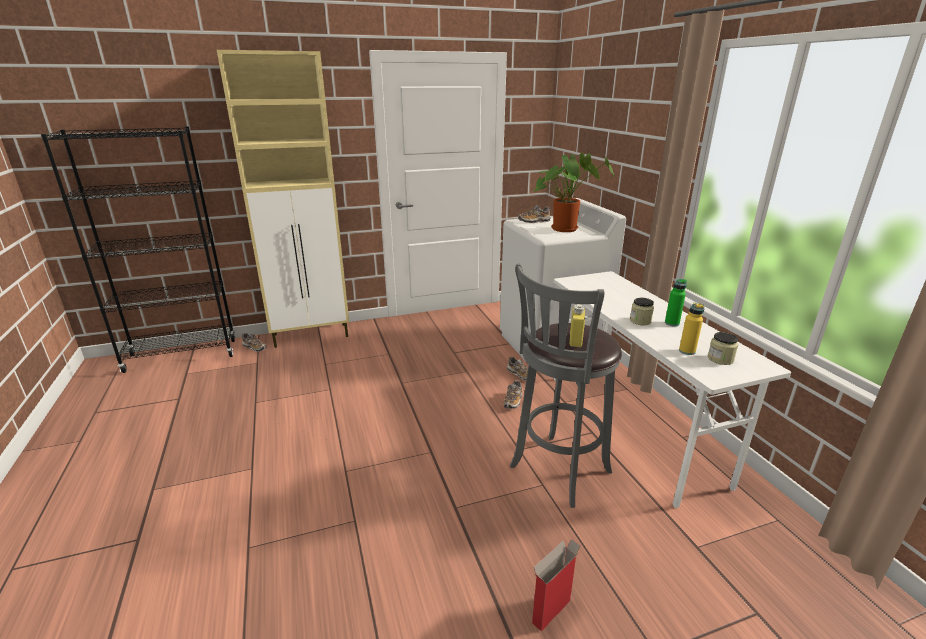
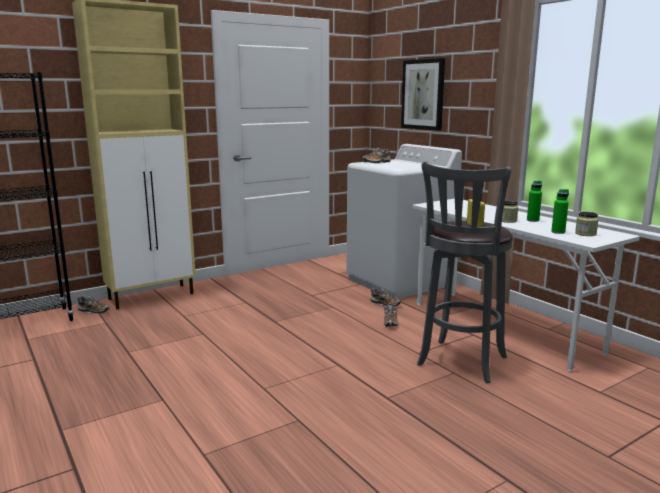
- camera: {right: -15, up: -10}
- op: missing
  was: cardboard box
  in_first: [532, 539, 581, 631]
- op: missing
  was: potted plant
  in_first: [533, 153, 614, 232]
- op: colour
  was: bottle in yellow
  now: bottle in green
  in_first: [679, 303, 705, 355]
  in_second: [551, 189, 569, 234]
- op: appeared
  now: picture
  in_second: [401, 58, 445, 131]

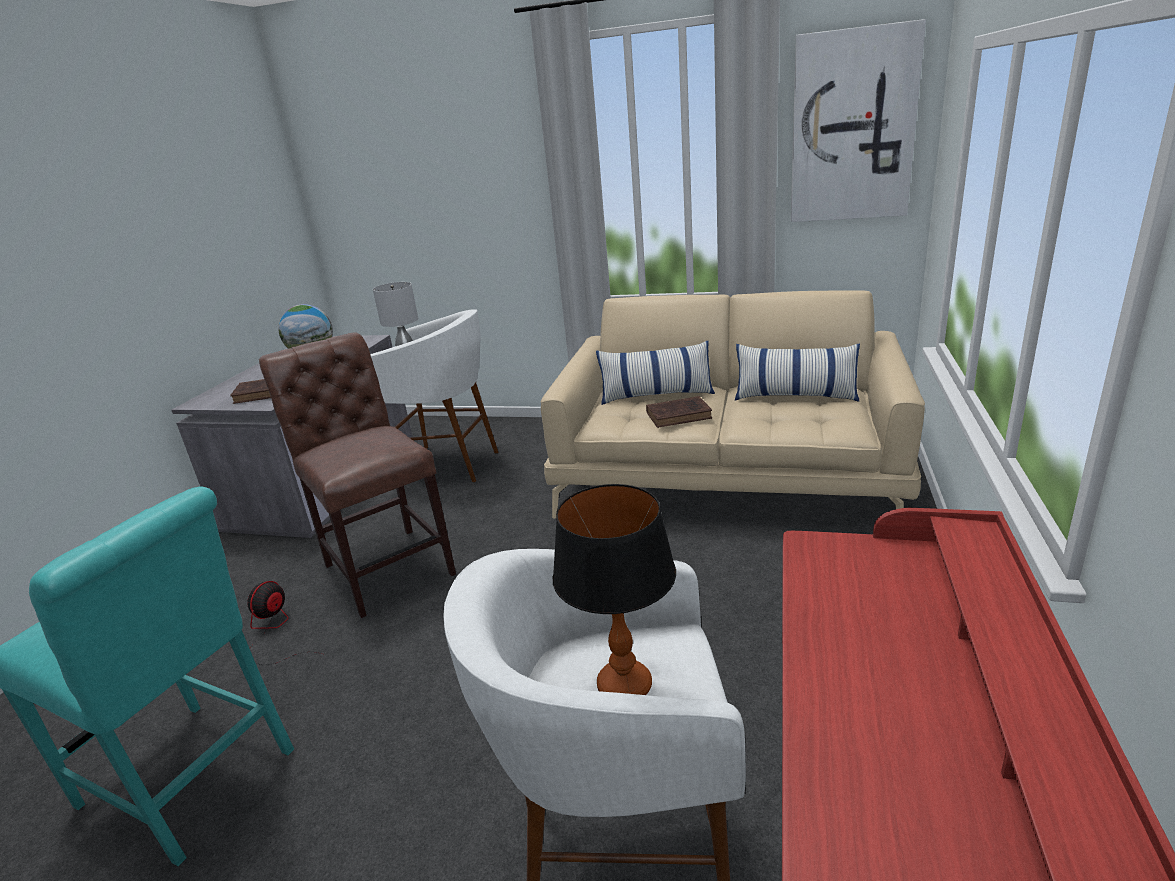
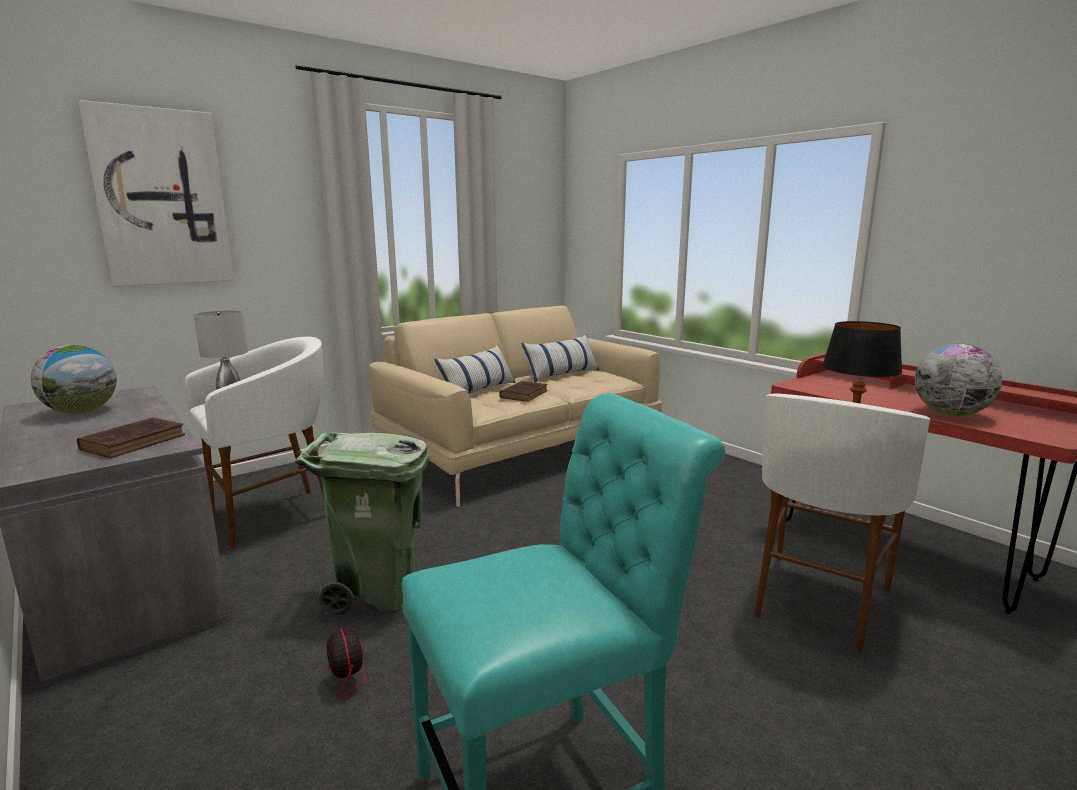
- camera: {right: -55, up: -10}
- op: exchanged
  was: chair in brown
  now: trash can in green
  in_first: [259, 332, 456, 618]
  in_second: [295, 432, 430, 615]
- op: relocated
  was: picture
  in_first: [791, 19, 926, 222]
  in_second: [78, 100, 234, 287]
- op: appeared
  now: globe
  in_second: [915, 344, 1002, 416]

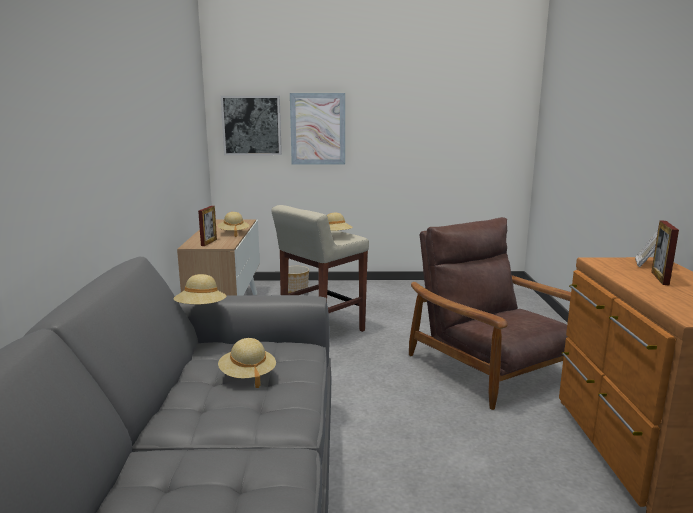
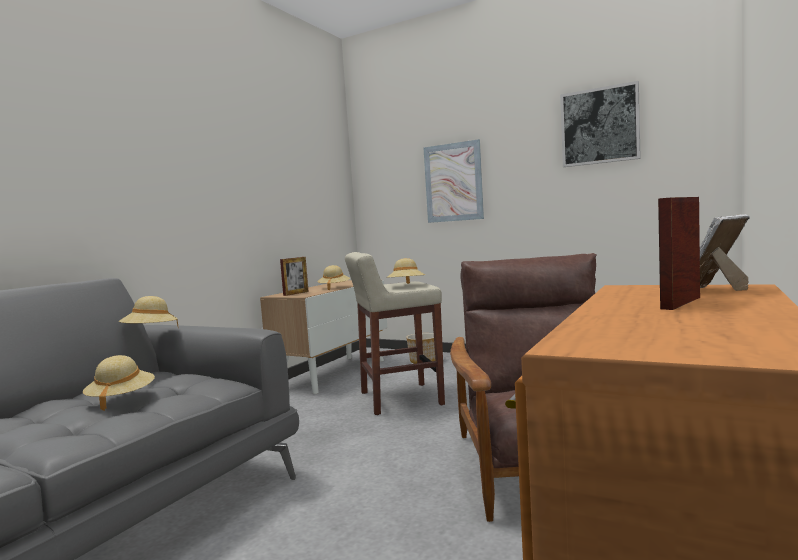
- camera: {right: 30, up: -10}
- op: relocated
  was: picture
  in_first: [221, 96, 282, 155]
  in_second: [560, 81, 641, 167]

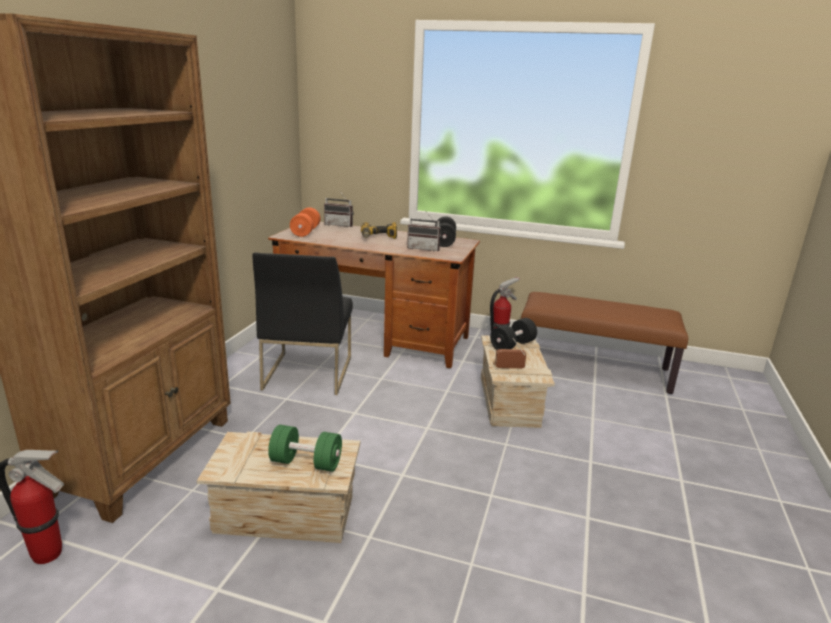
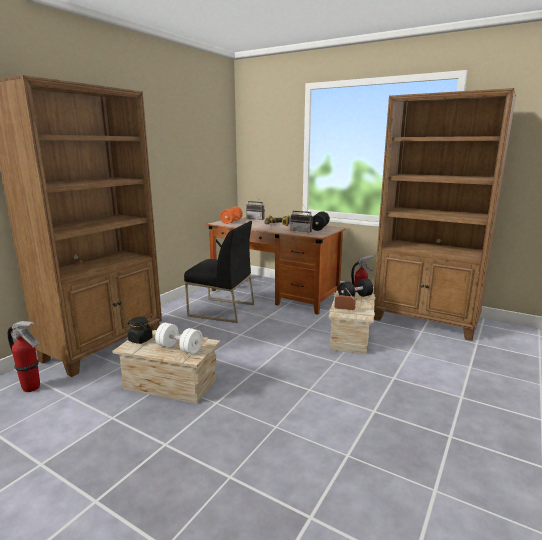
- camera: {right: 15, up: -5}
- op: spun
  was: chair in black
  in_first: [253, 253, 353, 395]
  in_second: [184, 221, 255, 323]
  clockwise: -90
- op: colour
  was: dumbbell in green
  now: dumbbell in white
  in_first: [268, 425, 342, 472]
  in_second: [155, 323, 203, 354]
- op: exchanged
  was: bench in brown
  now: bookcase in brown
  in_first: [521, 292, 688, 394]
  in_second: [374, 88, 516, 341]
- op: appeared
  now: jar in black
  in_second: [128, 317, 153, 344]

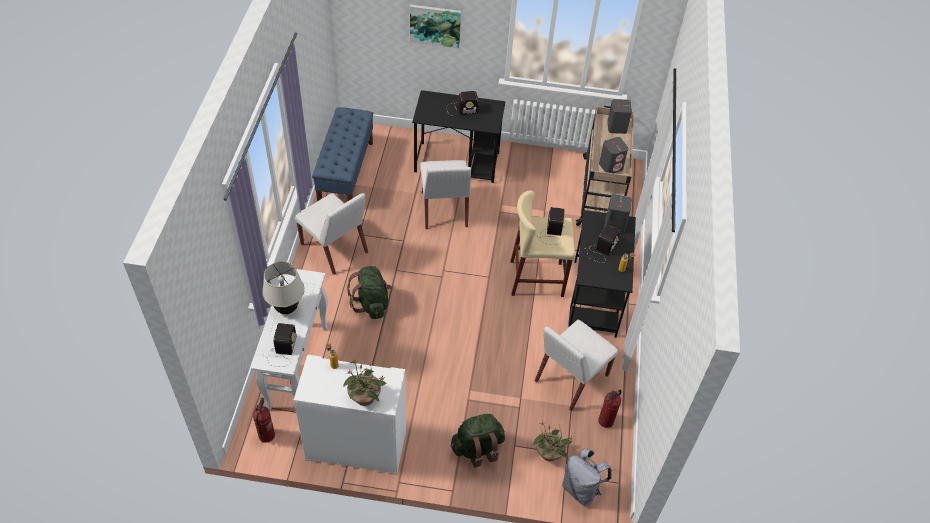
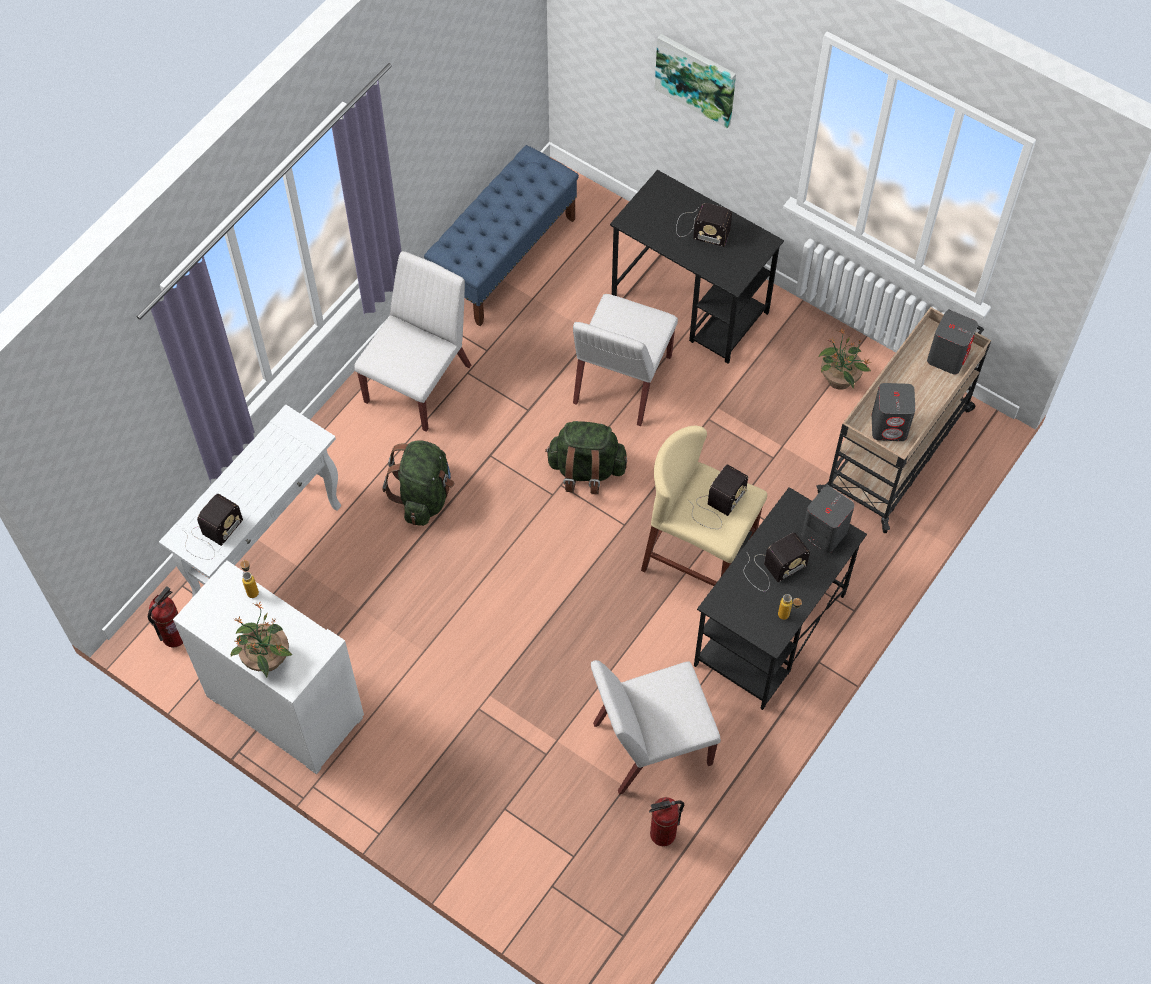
- camera: {right: 30, up: 10}
- op: missing
  was: table lamp in beige
  in_first: [262, 261, 305, 314]
- op: spun
  was: chair in white
  in_first: [295, 193, 368, 275]
  in_second: [354, 251, 471, 432]
  clockwise: -135
- op: relocated
  was: backpack in green
  in_first: [451, 414, 505, 468]
  in_second: [545, 421, 627, 494]
- op: relocated
  was: potted plant
  in_first: [533, 421, 574, 461]
  in_second: [819, 328, 871, 390]
- op: missing
  was: backpack in grey
  in_first: [562, 448, 612, 506]

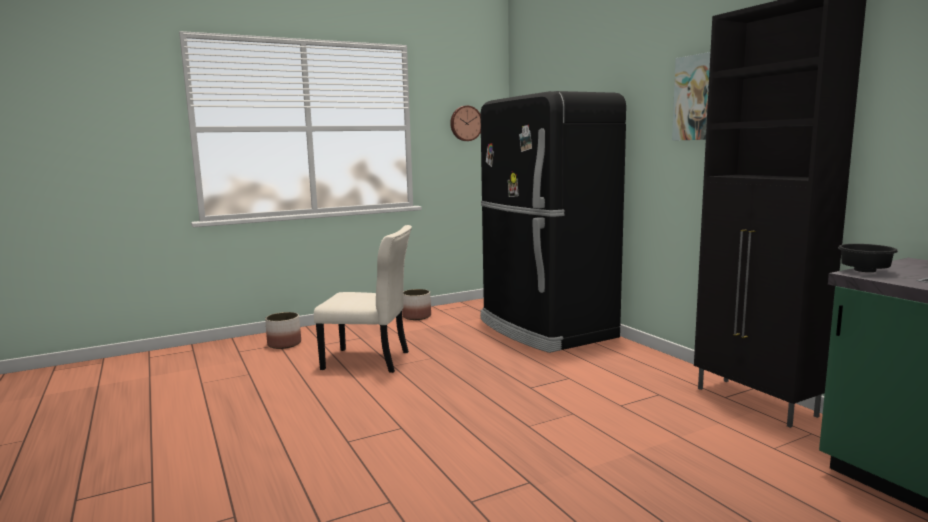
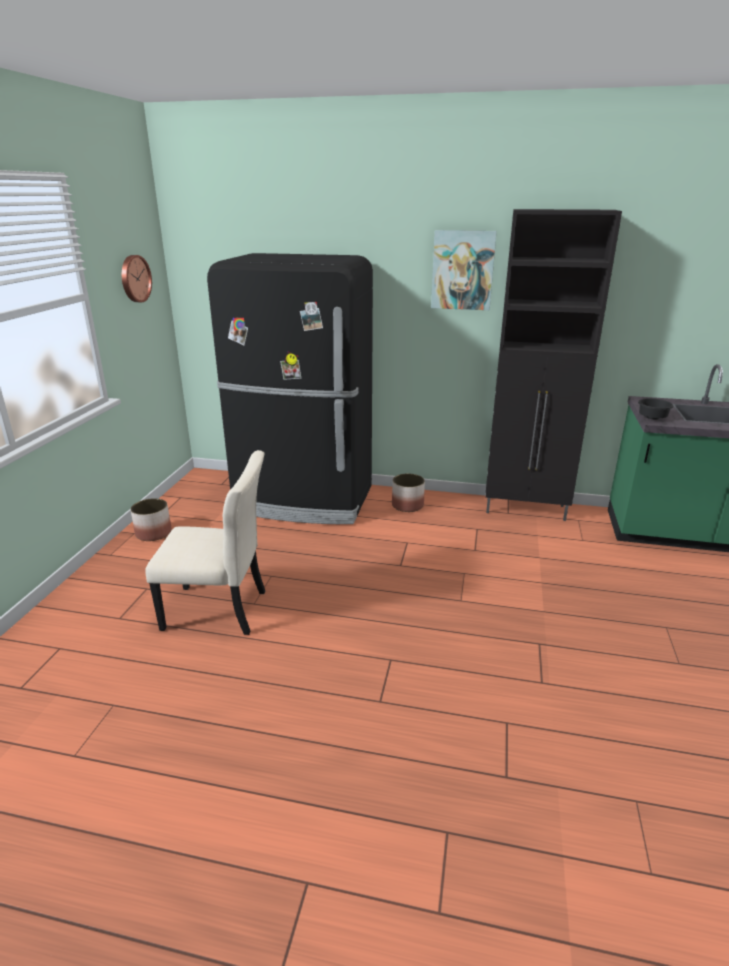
- camera: {right: -50, up: 15}
- op: relocated
  was: planter
  in_first: [265, 312, 301, 349]
  in_second: [392, 474, 425, 512]
- op: spun
  was: chair in beige
  in_first: [314, 225, 412, 373]
  in_second: [145, 450, 265, 635]
  clockwise: 45

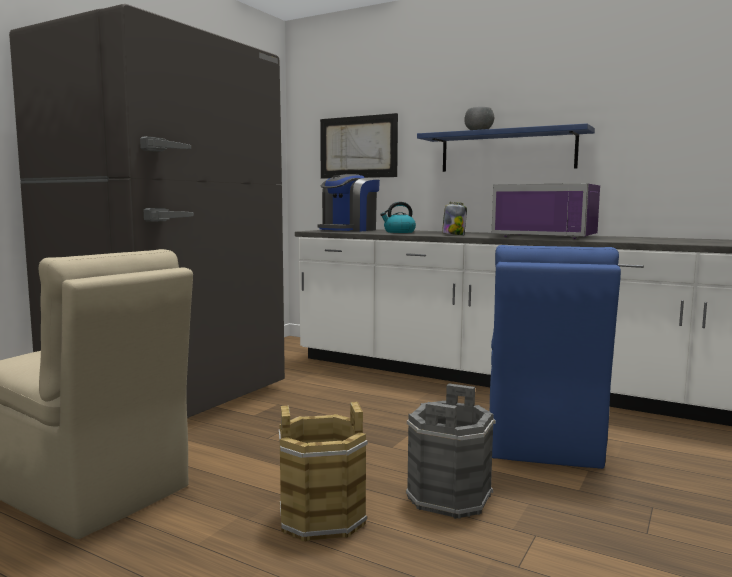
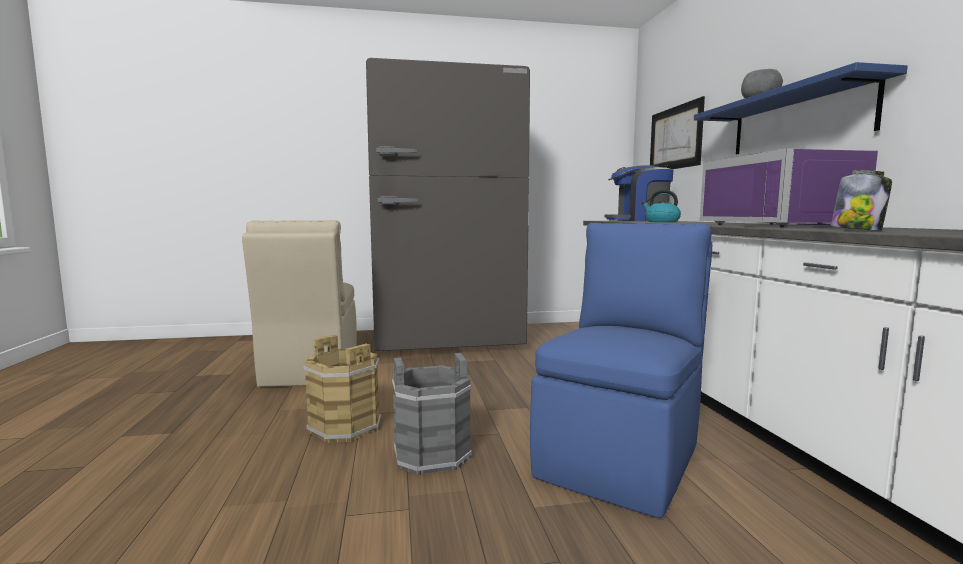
- camera: {right: 50, up: 0}
- op: relocated
  was: jar
  in_first: [442, 202, 467, 235]
  in_second: [831, 170, 892, 231]
- op: spun
  was: chair in blue
  in_first: [490, 245, 621, 469]
  in_second: [530, 223, 712, 518]
  clockwise: 150

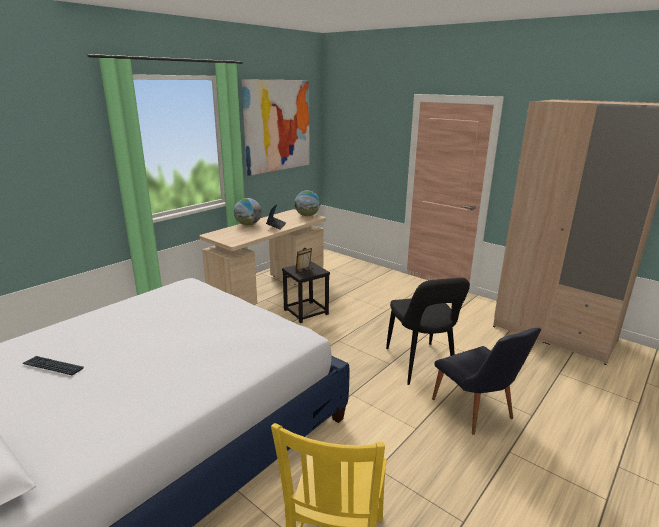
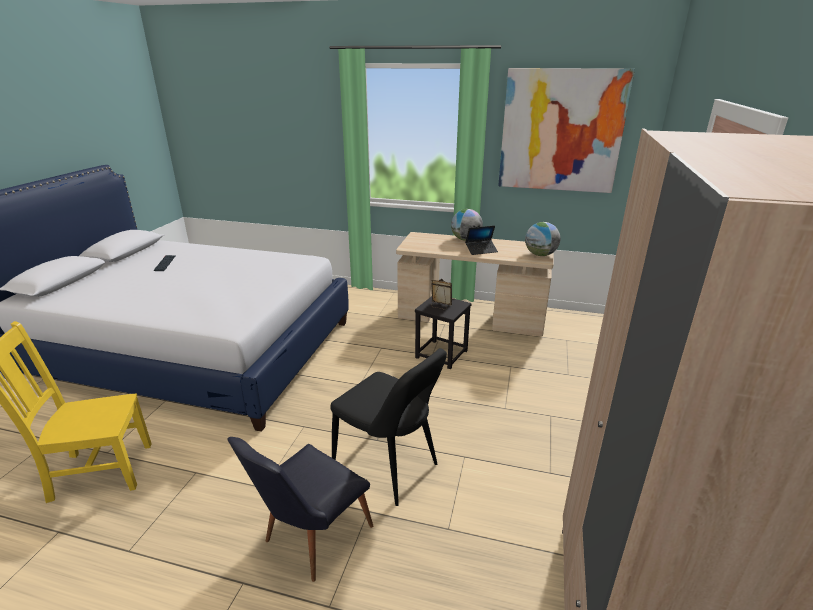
- camera: {right: 65, up: 5}
- op: spun
  was: chair in black
  in_first: [386, 278, 470, 385]
  in_second: [330, 348, 447, 506]
  clockwise: -105

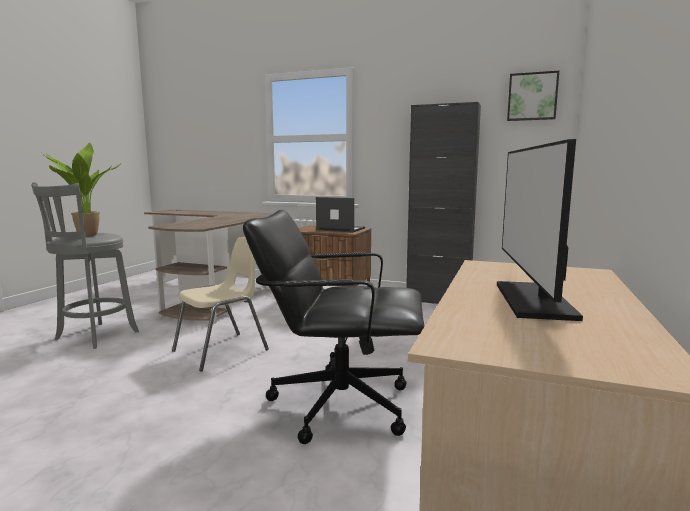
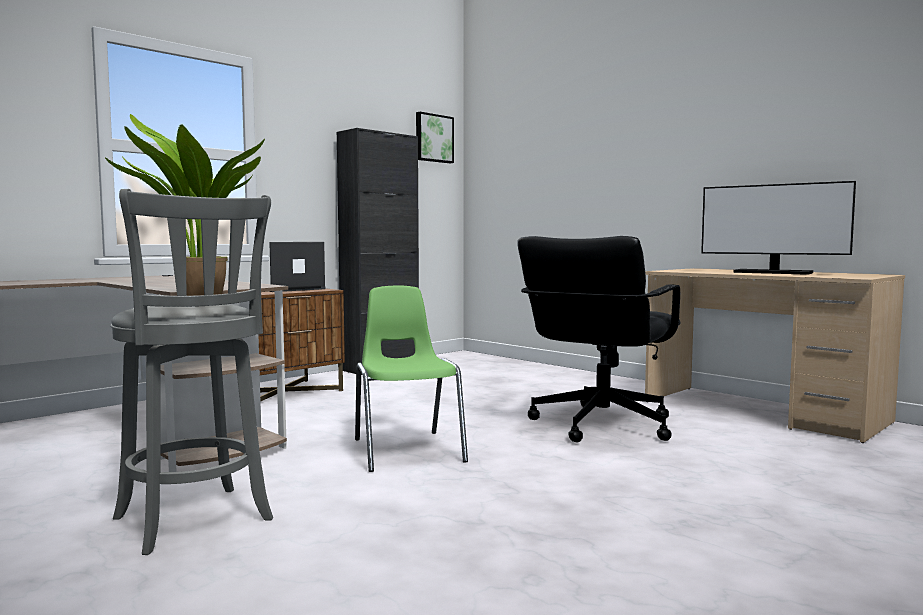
- camera: {right: -65, up: -5}
- op: colour
  was: chair in beige
  now: chair in green
  in_first: [172, 237, 269, 372]
  in_second: [355, 286, 468, 472]

